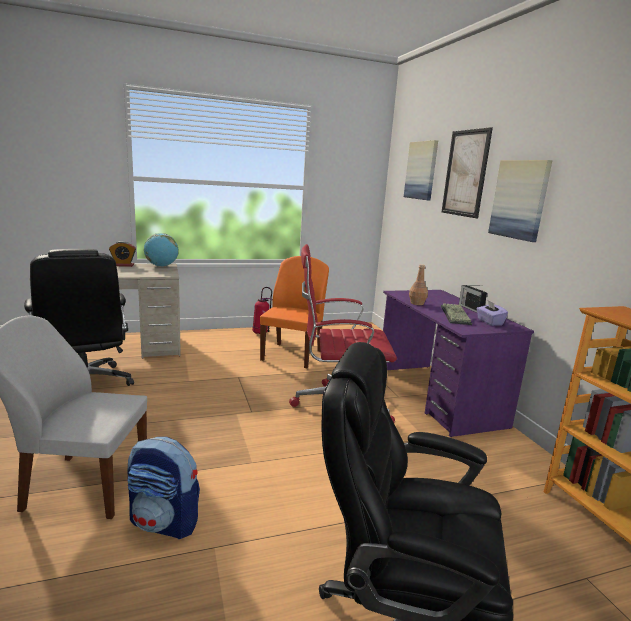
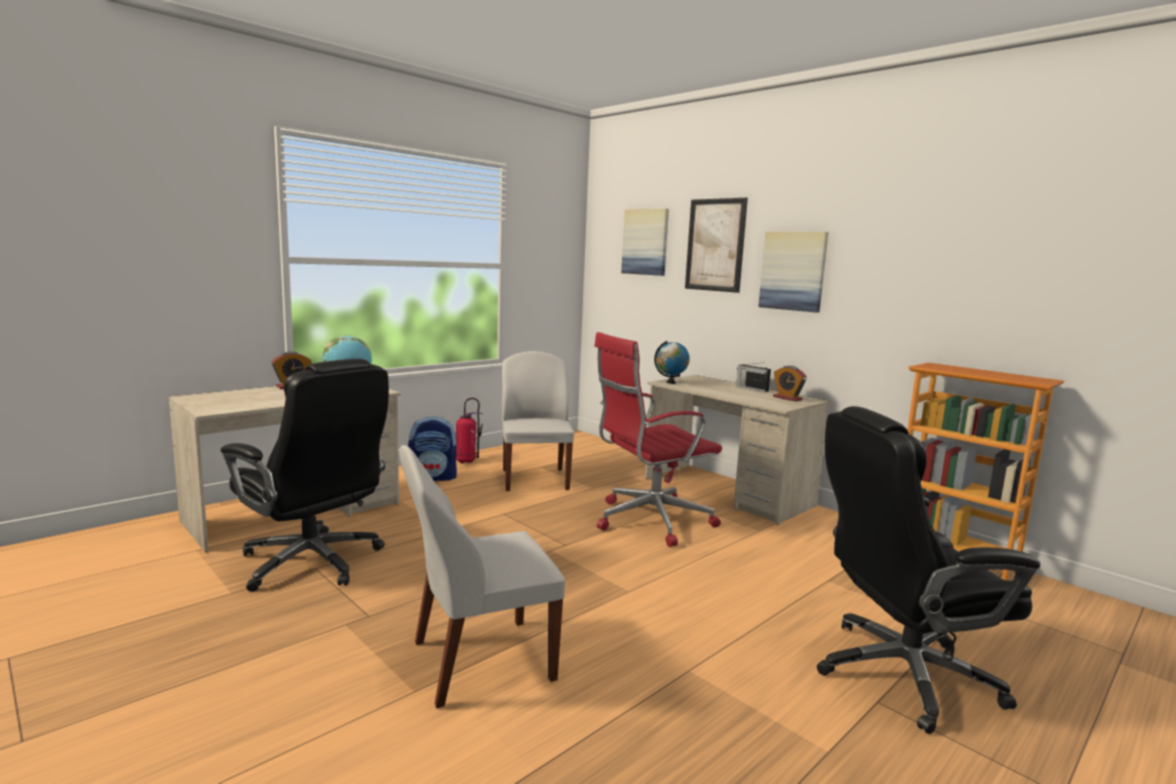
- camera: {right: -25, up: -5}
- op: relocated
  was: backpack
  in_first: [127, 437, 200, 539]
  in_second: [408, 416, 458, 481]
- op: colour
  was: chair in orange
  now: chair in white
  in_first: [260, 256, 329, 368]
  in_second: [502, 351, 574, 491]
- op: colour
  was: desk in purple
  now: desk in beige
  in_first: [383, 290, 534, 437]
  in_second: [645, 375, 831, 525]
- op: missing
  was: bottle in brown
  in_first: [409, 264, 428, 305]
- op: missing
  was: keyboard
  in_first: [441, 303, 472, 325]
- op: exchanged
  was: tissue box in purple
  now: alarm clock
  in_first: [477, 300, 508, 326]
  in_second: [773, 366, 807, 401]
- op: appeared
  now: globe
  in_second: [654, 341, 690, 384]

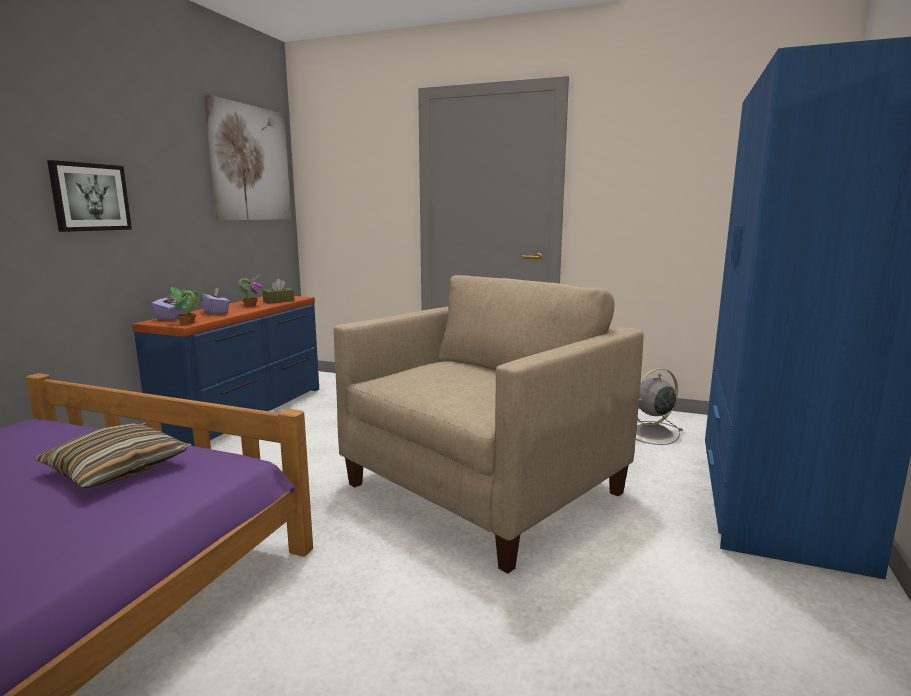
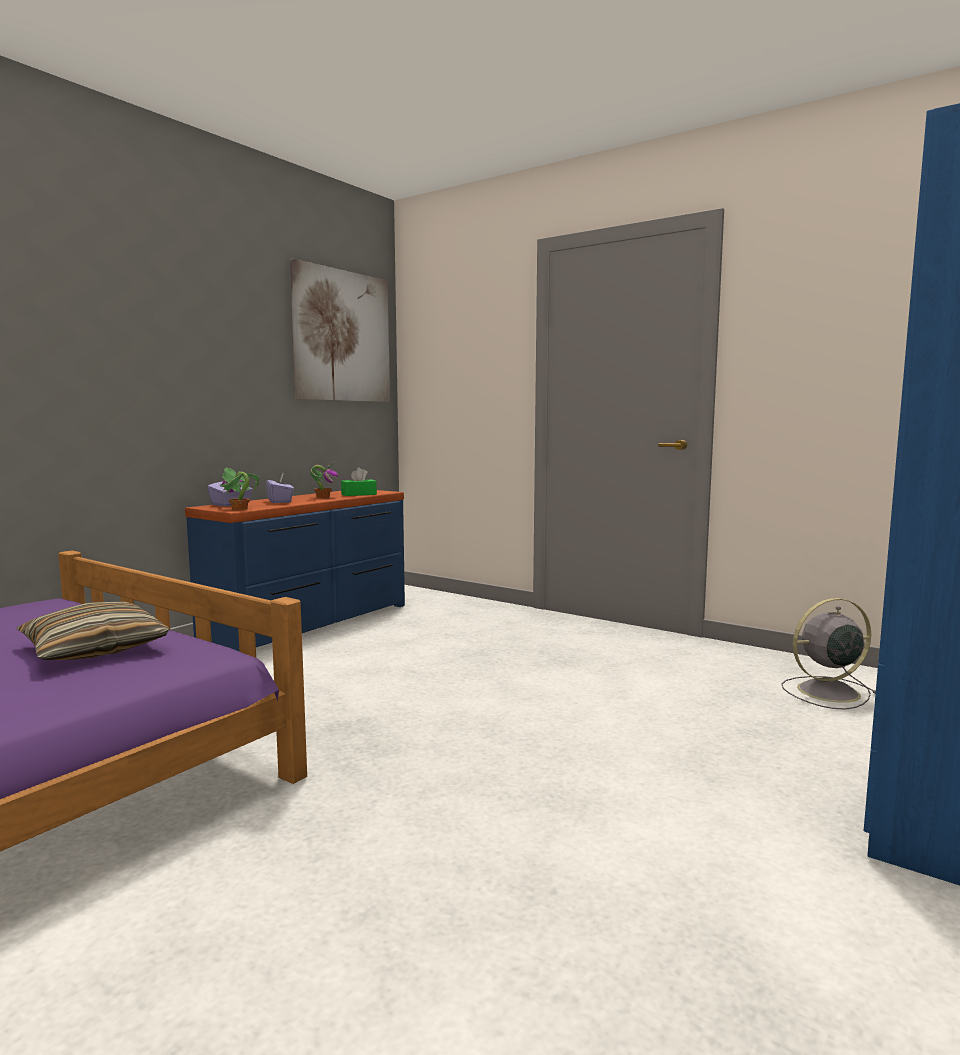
- camera: {right: 15, up: -5}
- op: missing
  was: picture
  in_first: [47, 160, 132, 232]
- op: colour
  was: tissue box in brown
  now: tissue box in green
  in_first: [262, 279, 295, 304]
  in_second: [341, 467, 377, 496]
- op: missing
  was: armchair in beige
  in_first: [334, 275, 644, 574]

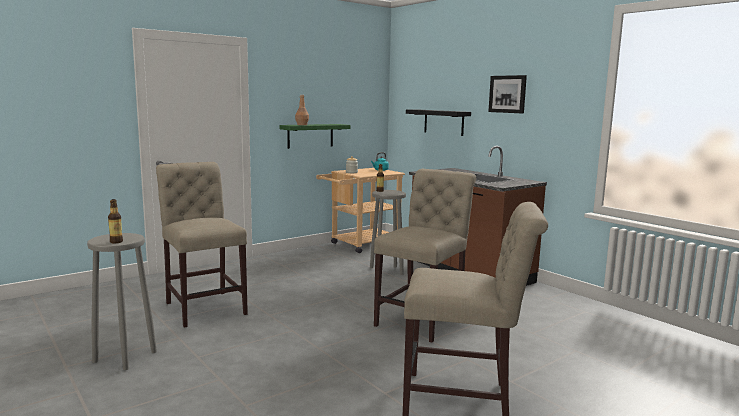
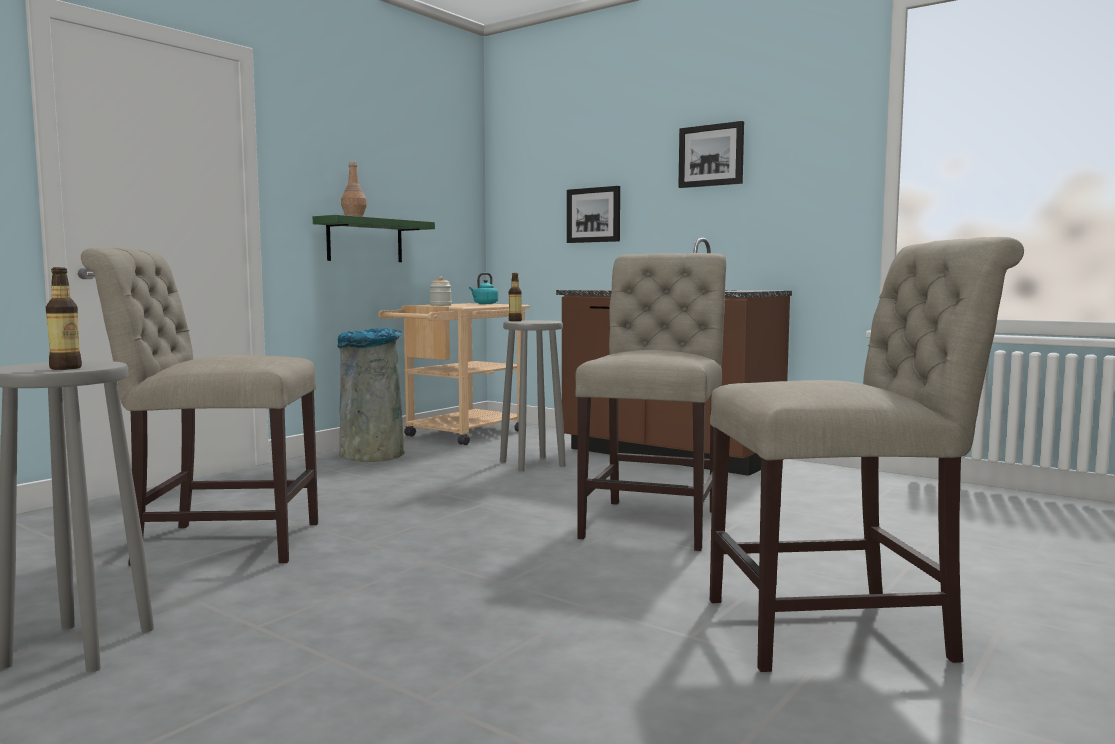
- camera: {right: -15, up: -5}
- op: spun
  was: chair in beige
  in_first: [156, 162, 248, 328]
  in_second: [81, 248, 318, 566]
  clockwise: -45
- op: exchanged
  was: shelf in black
  now: picture
  in_first: [406, 110, 471, 136]
  in_second: [567, 186, 620, 243]
- op: appeared
  now: trash can in grey
  in_second: [338, 328, 405, 462]

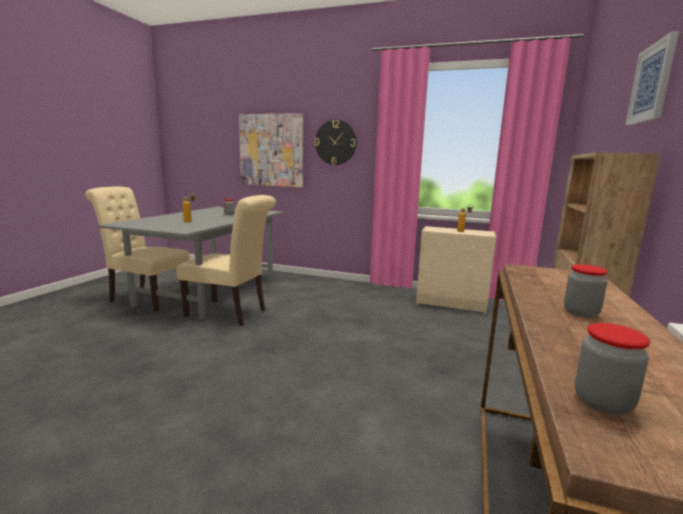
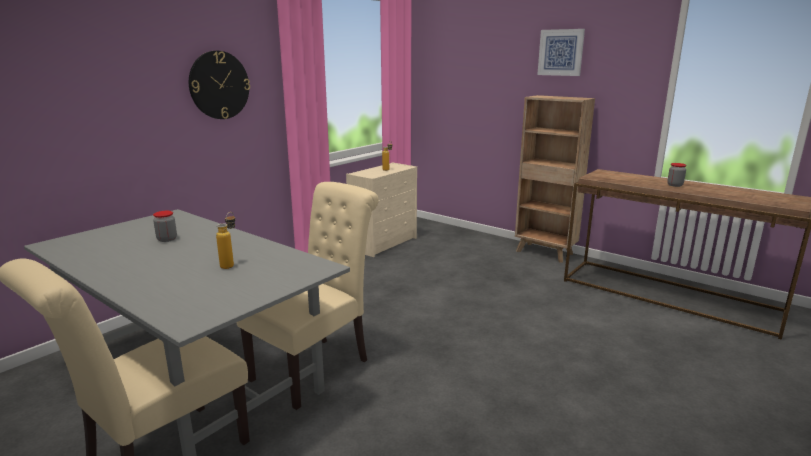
- camera: {right: -70, up: 5}
- op: missing
  was: picture
  in_first: [239, 113, 303, 187]
- op: missing
  was: jar
  in_first: [575, 323, 650, 415]

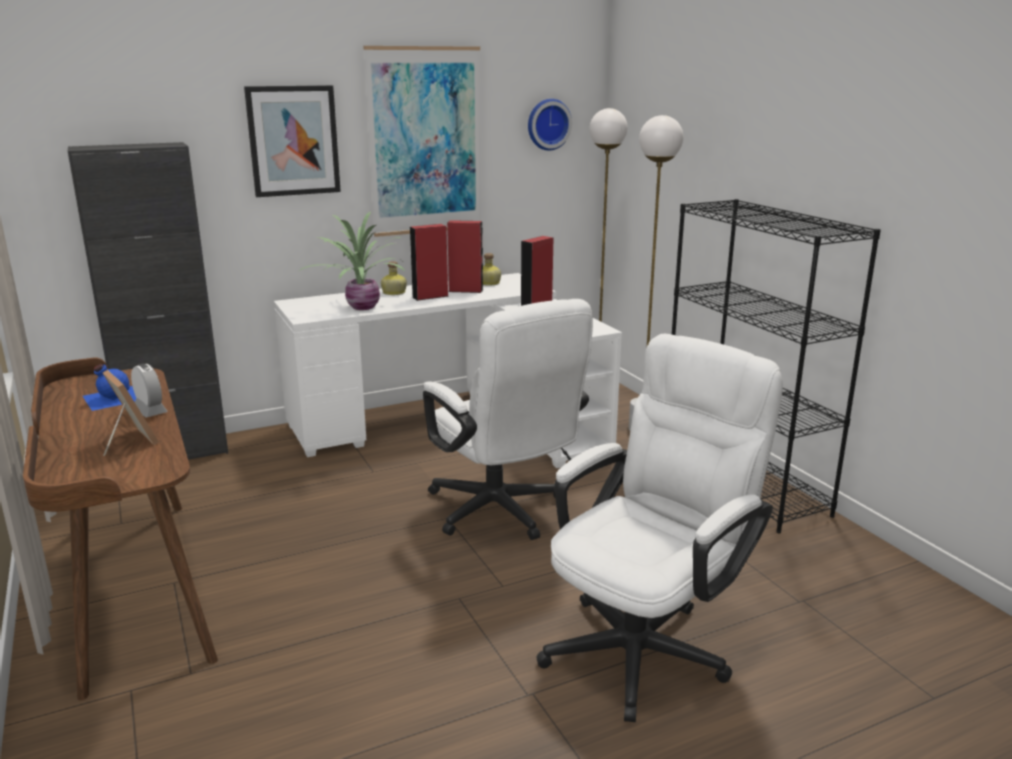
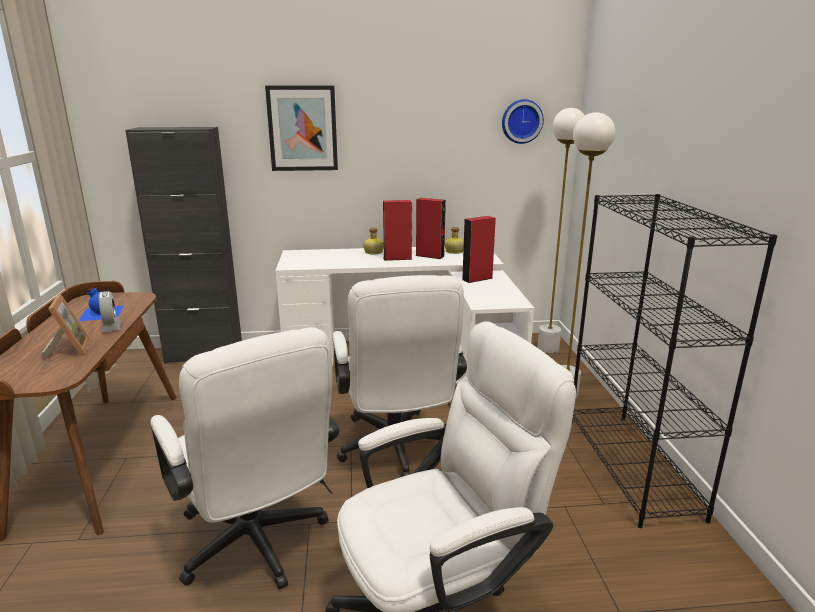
- camera: {right: 20, up: 0}
- op: missing
  was: potted plant
  in_first: [299, 212, 405, 310]
- op: missing
  was: picture
  in_first: [363, 46, 481, 237]
- op: appeared
  now: office chair in white
  in_second: [151, 327, 339, 590]

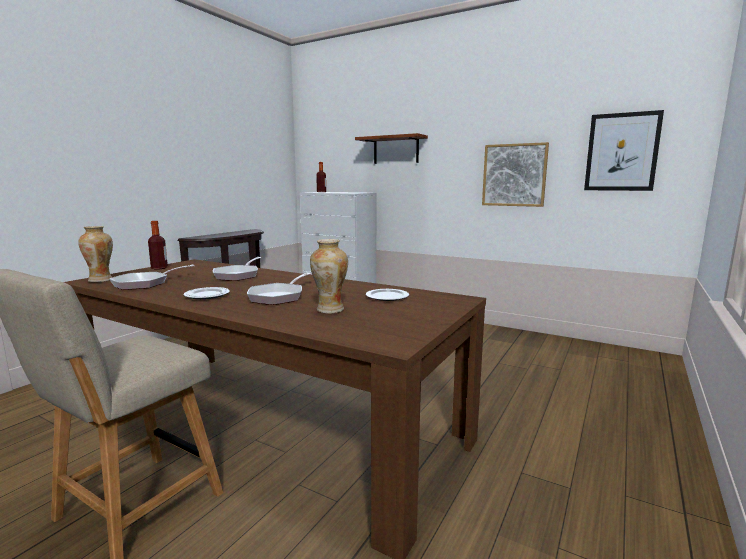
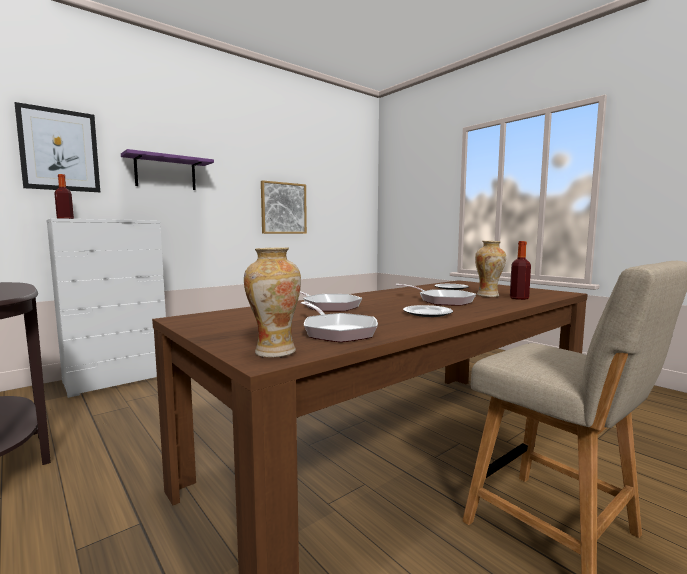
- camera: {right: -70, up: -5}
- op: relocated
  was: bottle
  in_first: [148, 221, 168, 270]
  in_second: [510, 241, 531, 300]
- op: colour
  was: shelf in brown
  now: shelf in purple
  in_first: [355, 133, 428, 164]
  in_second: [121, 149, 214, 190]
- op: relocated
  was: picture
  in_first: [584, 110, 664, 191]
  in_second: [15, 102, 100, 192]

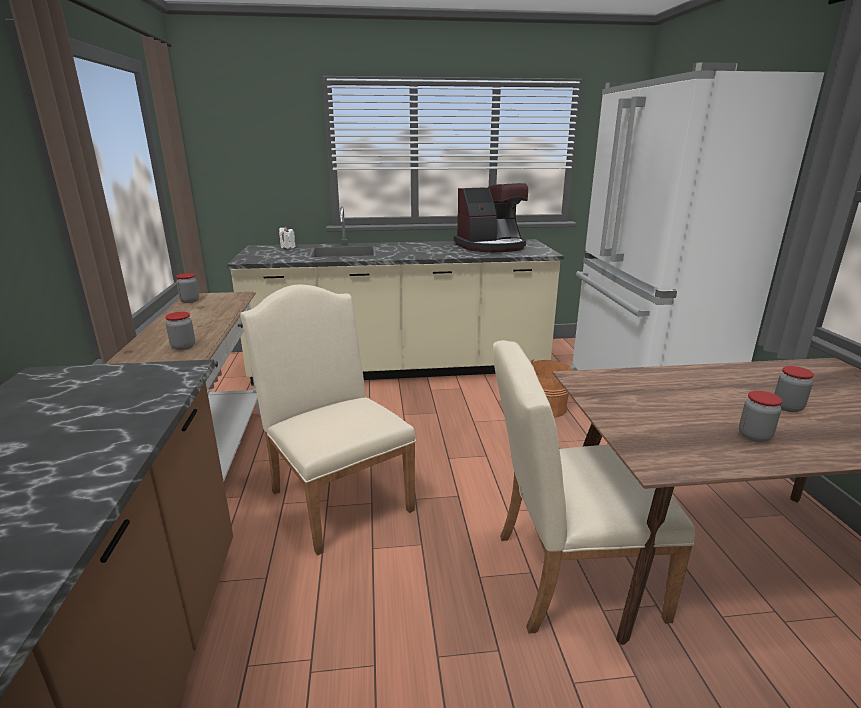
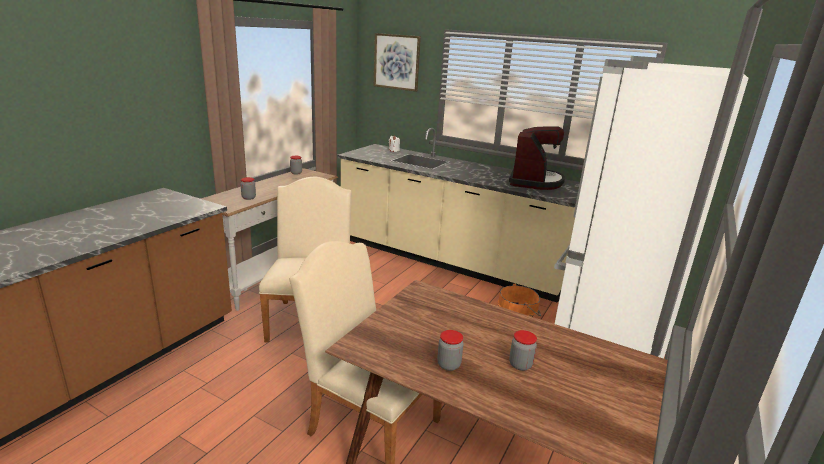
- camera: {right: 35, up: 0}
- op: spun
  was: coffee machine
  in_first: [454, 183, 528, 252]
  in_second: [509, 126, 565, 190]
  clockwise: -90
- op: appeared
  now: picture
  in_second: [374, 33, 421, 91]

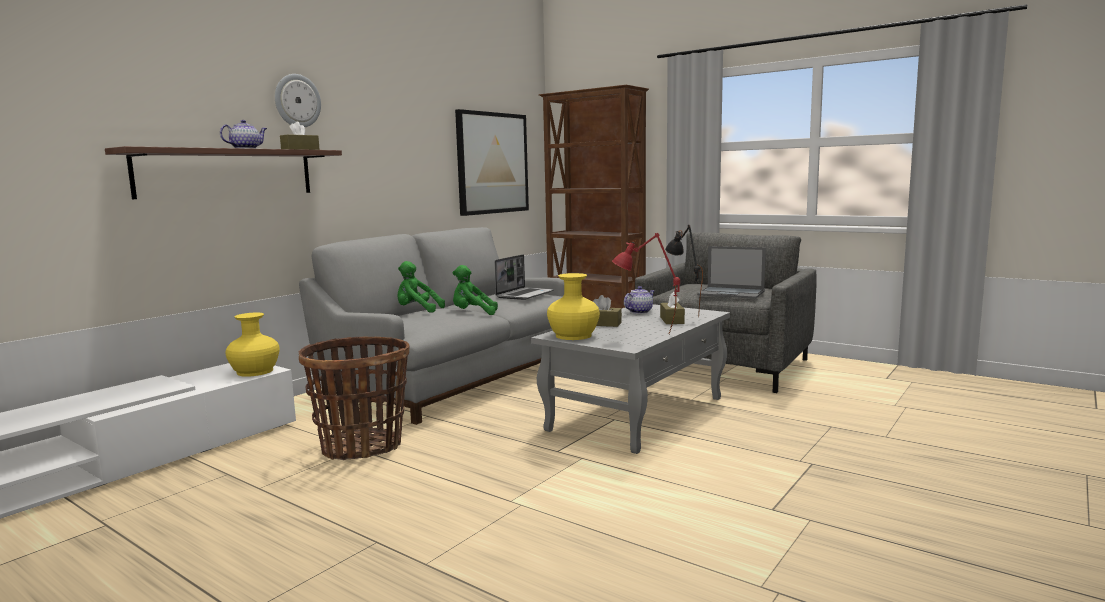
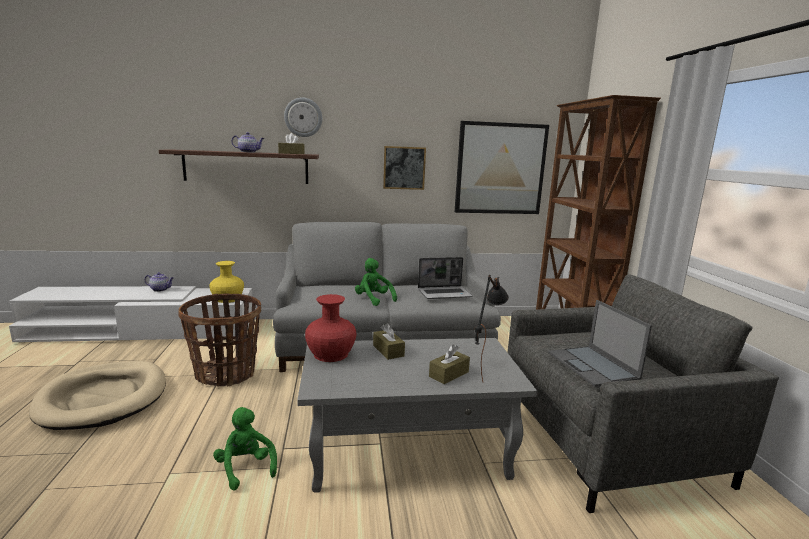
- camera: {right: 45, up: 5}
- op: relocated
  was: plush toy in green
  in_first: [397, 261, 445, 313]
  in_second: [213, 407, 277, 491]
- op: colour
  was: vase in yellow
  now: vase in red
  in_first: [547, 273, 600, 340]
  in_second: [305, 294, 357, 362]
- op: missing
  was: table lamp in red
  in_first: [612, 233, 680, 335]
- op: relocated
  was: teapot
  in_first: [624, 286, 655, 314]
  in_second: [145, 272, 174, 292]
- op: appeared
  now: dog bed in beige
  in_second: [29, 361, 166, 430]
- op: appeared
  now: picture
  in_second: [383, 146, 426, 190]

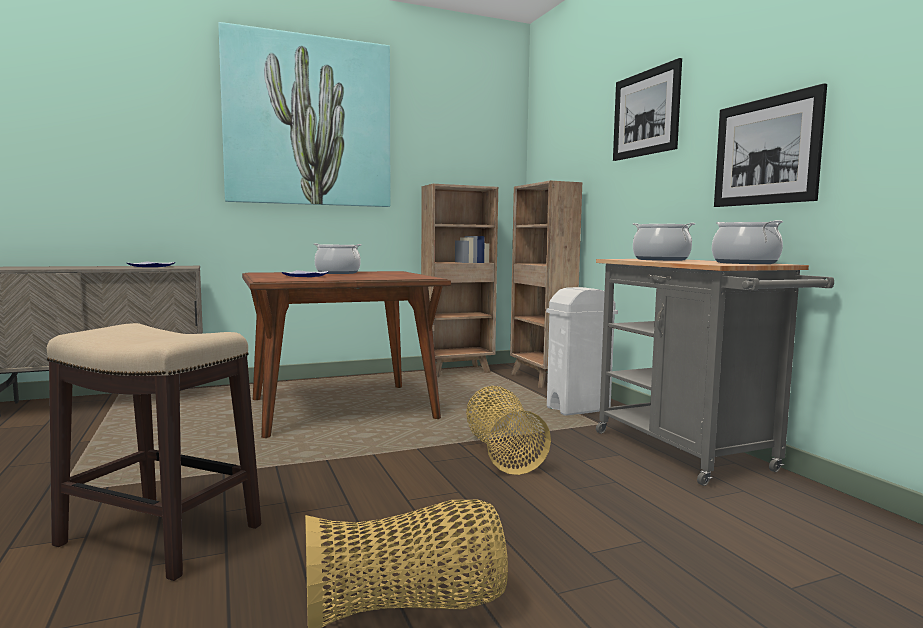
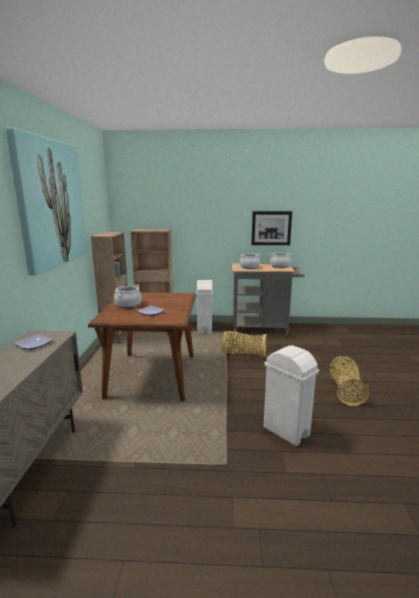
- camera: {right: -65, up: 10}
- op: exchanged
  was: stool
  now: trash can in white
  in_first: [47, 323, 261, 581]
  in_second: [264, 346, 319, 446]
- op: missing
  was: picture
  in_first: [613, 58, 682, 161]

